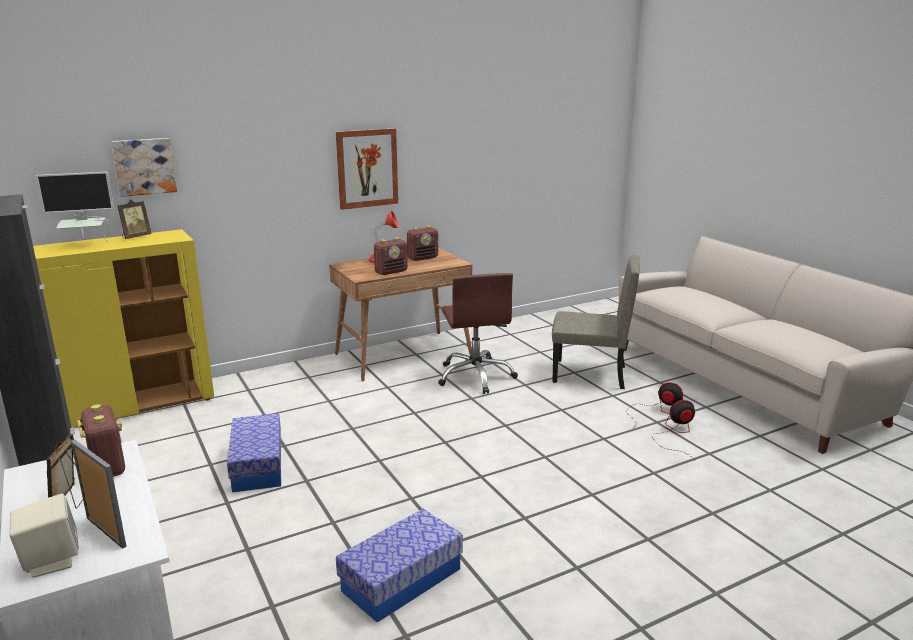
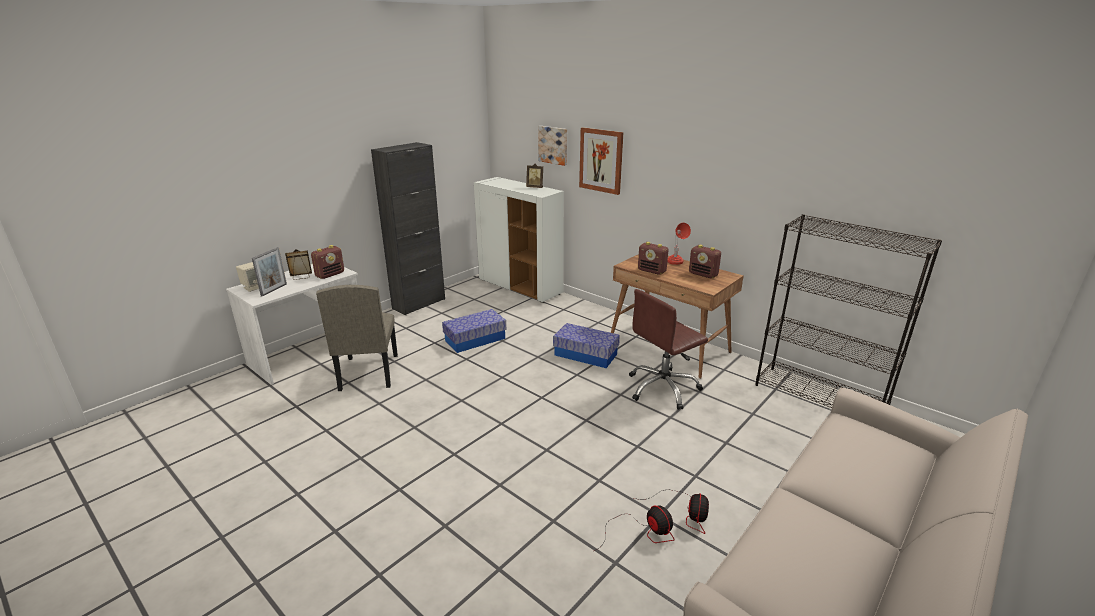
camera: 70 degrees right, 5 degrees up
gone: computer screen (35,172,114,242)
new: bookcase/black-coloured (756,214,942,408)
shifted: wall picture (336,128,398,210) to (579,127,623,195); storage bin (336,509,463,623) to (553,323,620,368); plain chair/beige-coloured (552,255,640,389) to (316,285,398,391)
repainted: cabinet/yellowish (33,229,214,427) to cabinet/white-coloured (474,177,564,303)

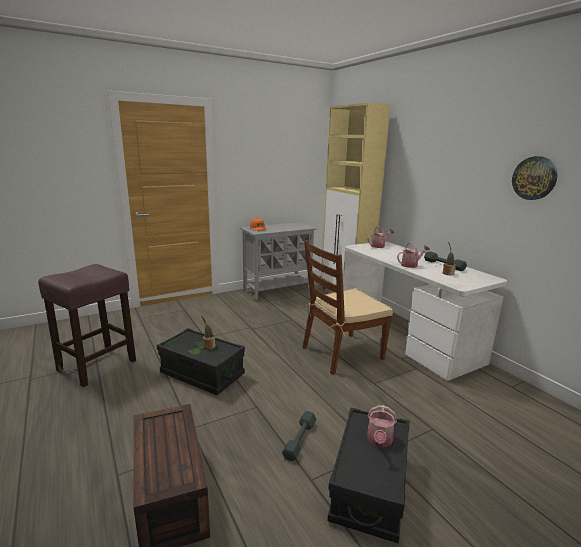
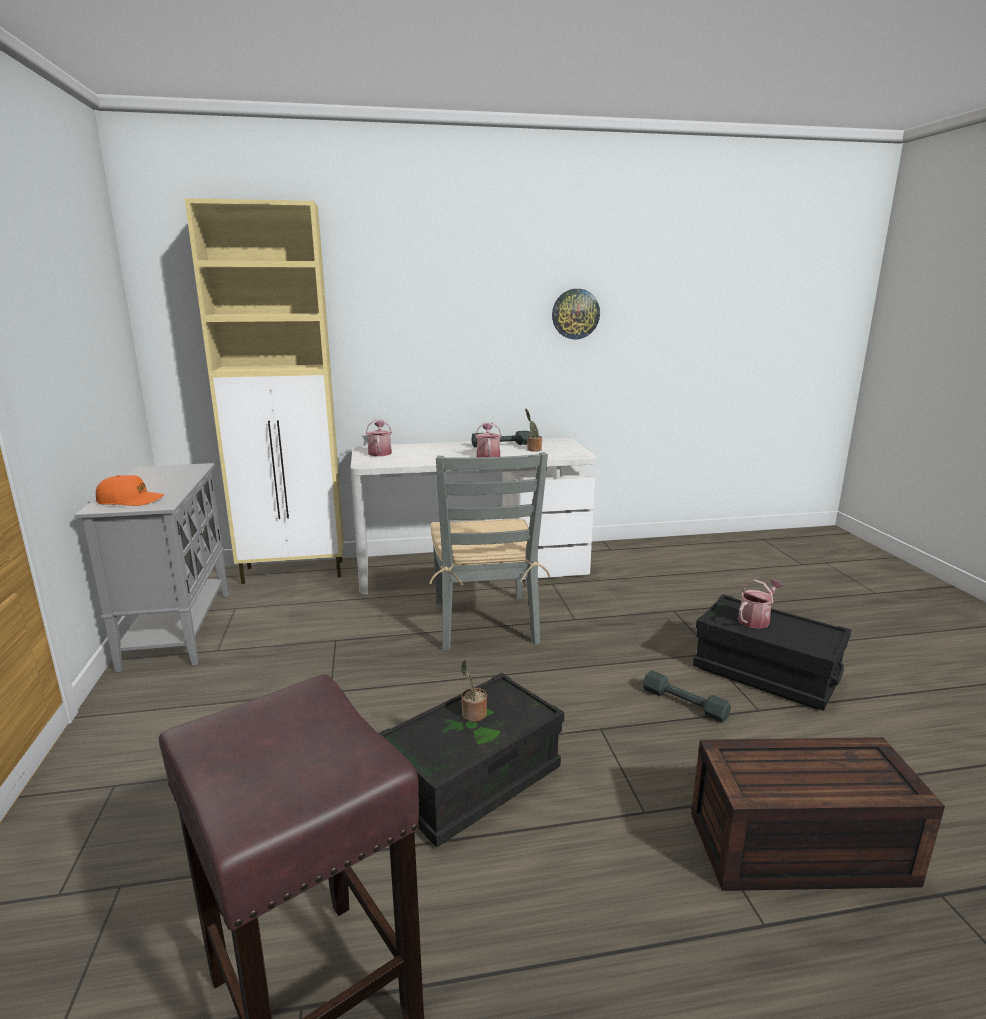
camera: 70 degrees left, 0 degrees up
repainted: plain chair/brown (303,240,393,374) to plain chair/greyish (429,452,550,651)
rotated: watering pot (367,405,397,447) = (738,579,783,629) 75 degrees counterclockwise

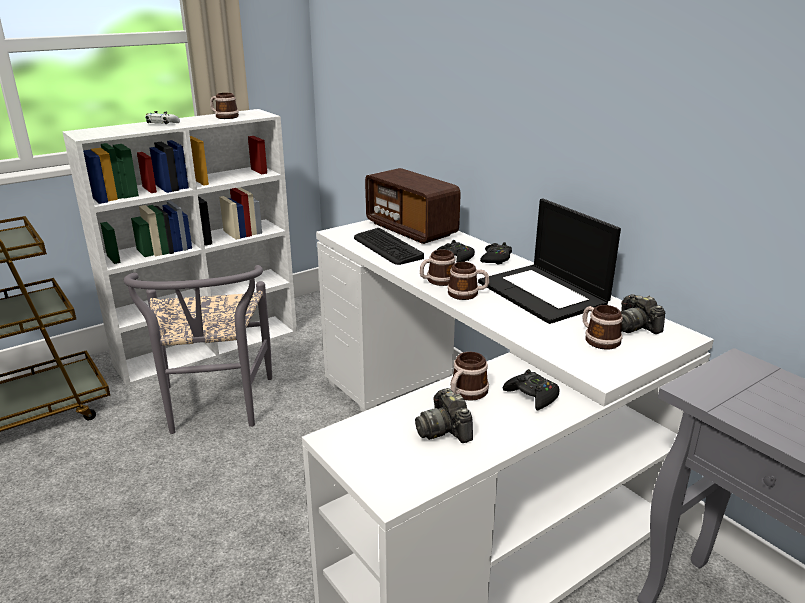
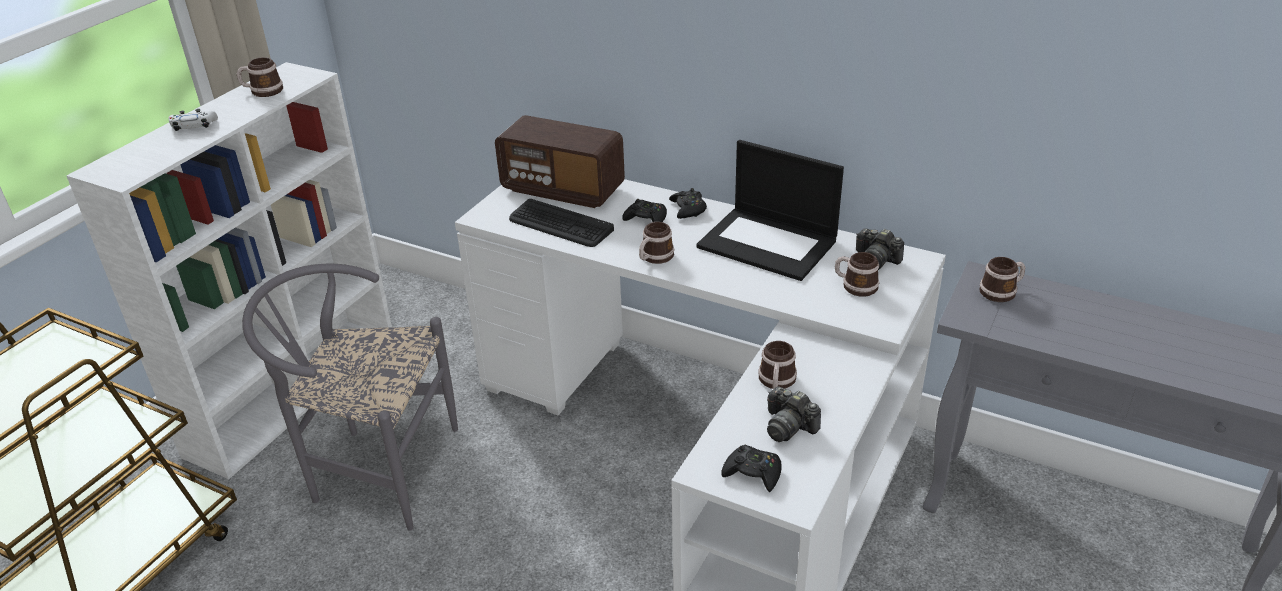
camera: 25 degrees left, 10 degrees up
shifted: mug (447,262,489,300) to (979,257,1026,302); game controller/black-coloured (503,369,560,410) to (721,445,782,492)
rotated: plain chair/greyish (124,265,272,434) = (242,264,458,531) 135 degrees clockwise

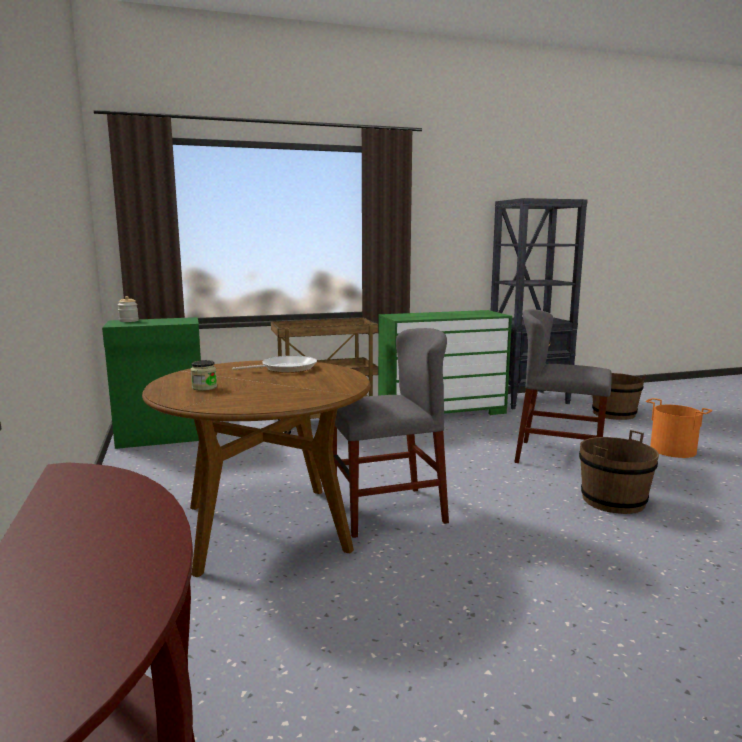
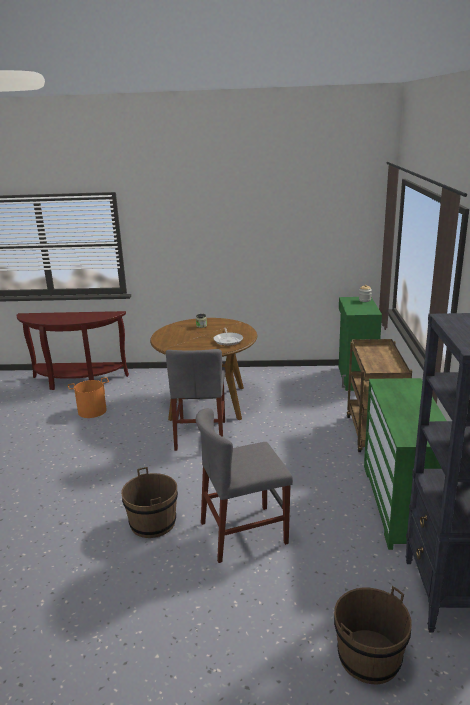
camera: 110 degrees right, 10 degrees up
shifted: bucket/orangey (646,398,712,458) to (68,377,109,418)
rotated: plain chair/greyish (514,309,612,463) = (196,408,293,563) 150 degrees counterclockwise

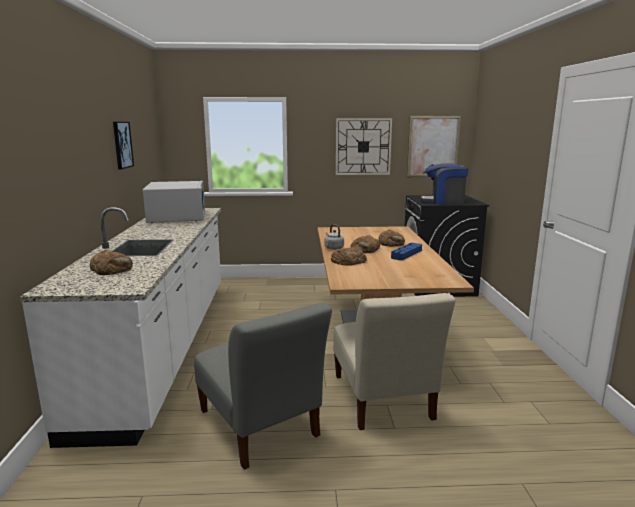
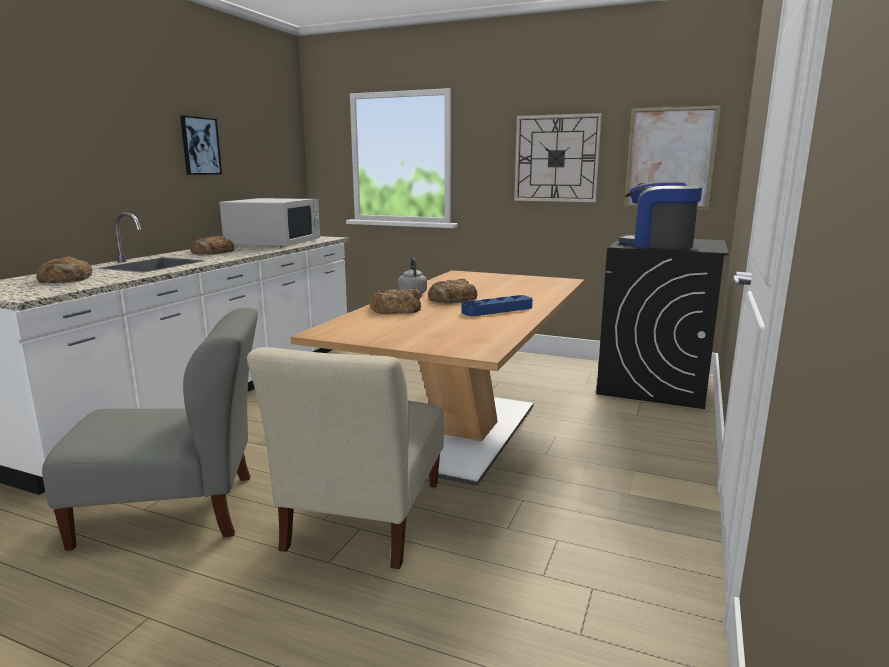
camera: 25 degrees right, 0 degrees up
shifted: bread (379,230,405,246) to (190,235,234,255)
rotated: plain chair/greyish (194,303,332,470) = (42,308,258,551) 90 degrees counterclockwise

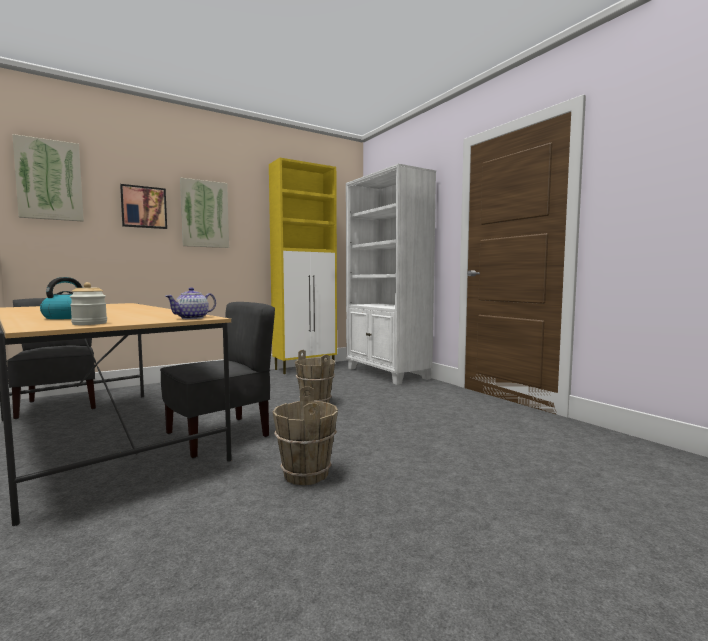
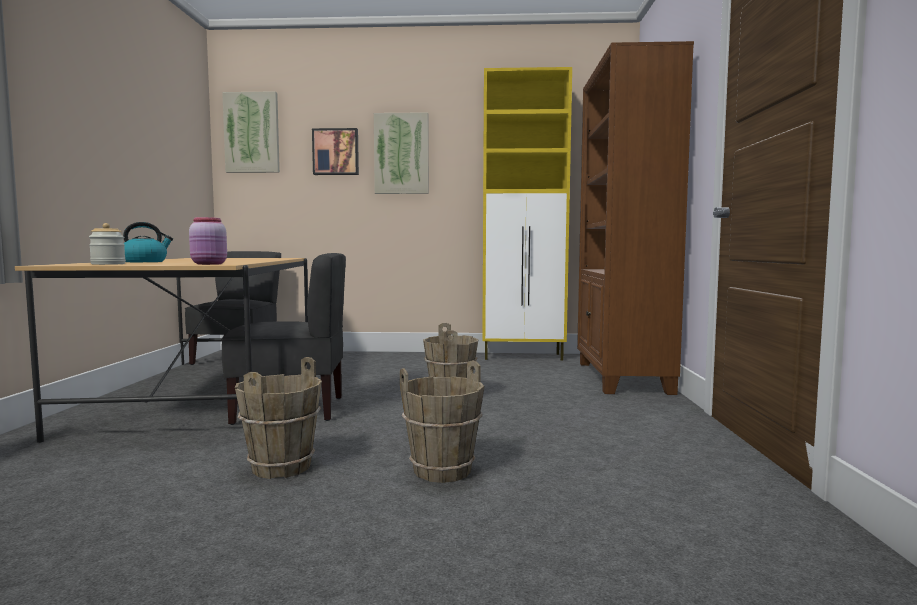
camera: 35 degrees right, 0 degrees up
new: bucket/brown (400,360,485,483)
swapped: teapot (166,287,216,319) to preserve jar/pink (189,217,227,265)
repainted: bookcase/white-coloured (346,163,436,385) to bookcase/brown (577,41,694,395)

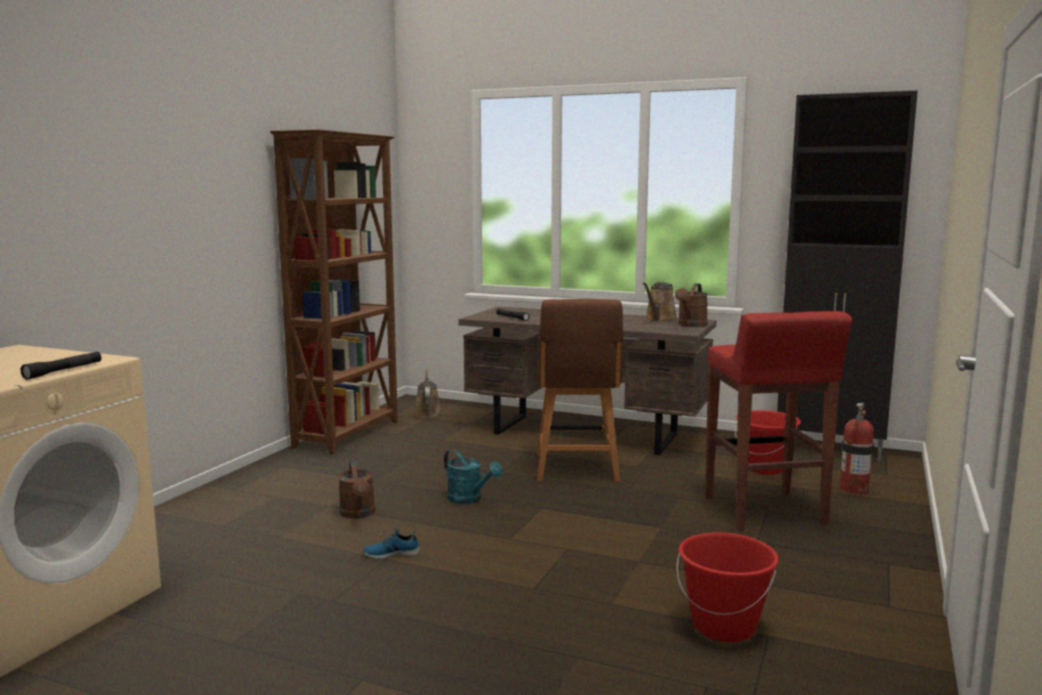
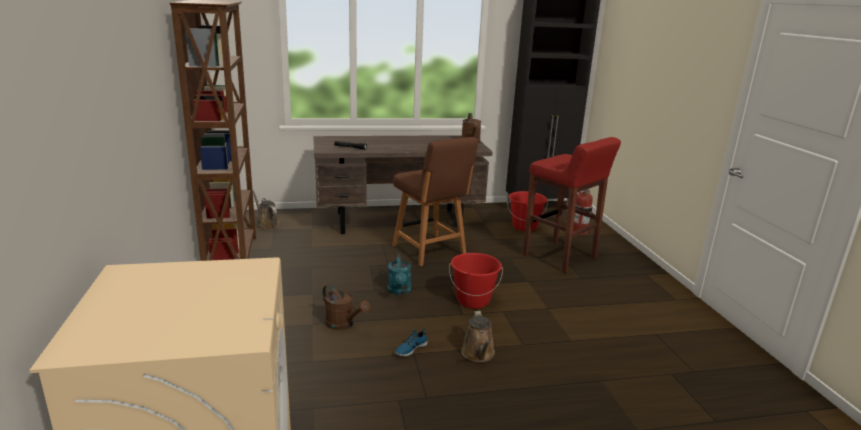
camera: 35 degrees left, 10 degrees up
gone: hand torch/black-coloured (21,352,101,380)
shifted: watering pot/brown (643,282,678,322) to (461,311,495,362); bucket/reddish (677,533,779,642) to (449,253,503,309)
rotated: watering pot/turquoise (444,449,502,504) = (387,253,411,295) 75 degrees clockwise

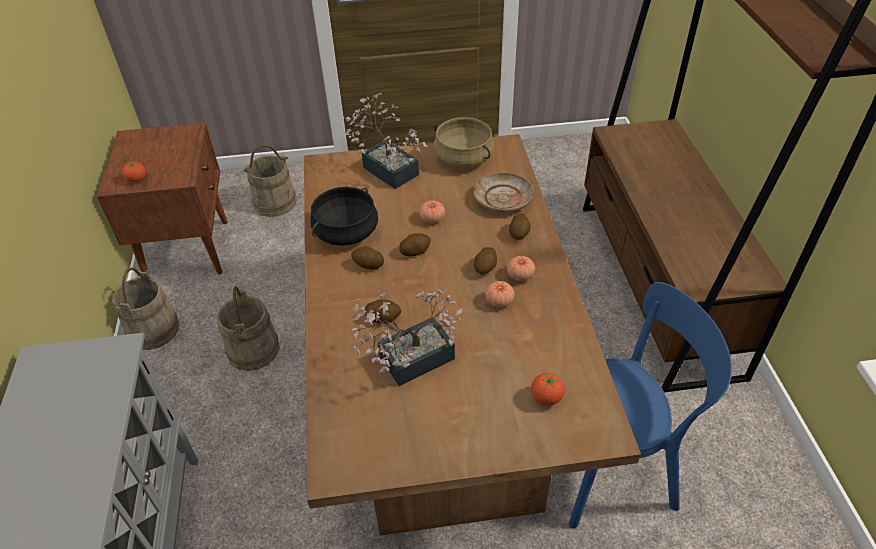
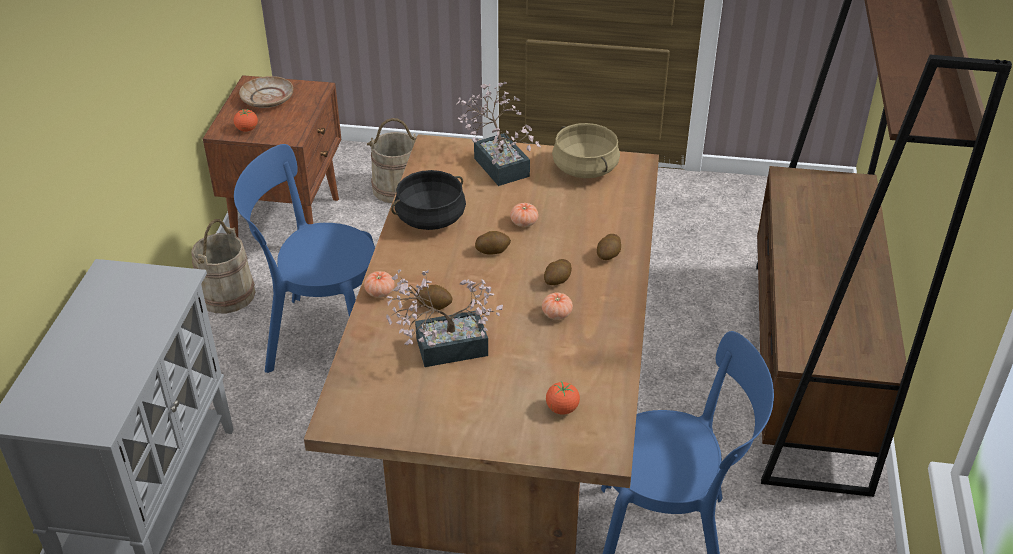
camera: 15 degrees right, 5 degrees down
gone: whole potato (351,246,384,269)
shifted: flat dish/beige-coloured (473,172,534,213) to (239,76,293,108); whole tomato (507,256,535,281) to (364,271,395,298)
swapped: bucket/beige-coloured (217,287,279,371) to plain chair/blue-coloured (234,144,375,373)

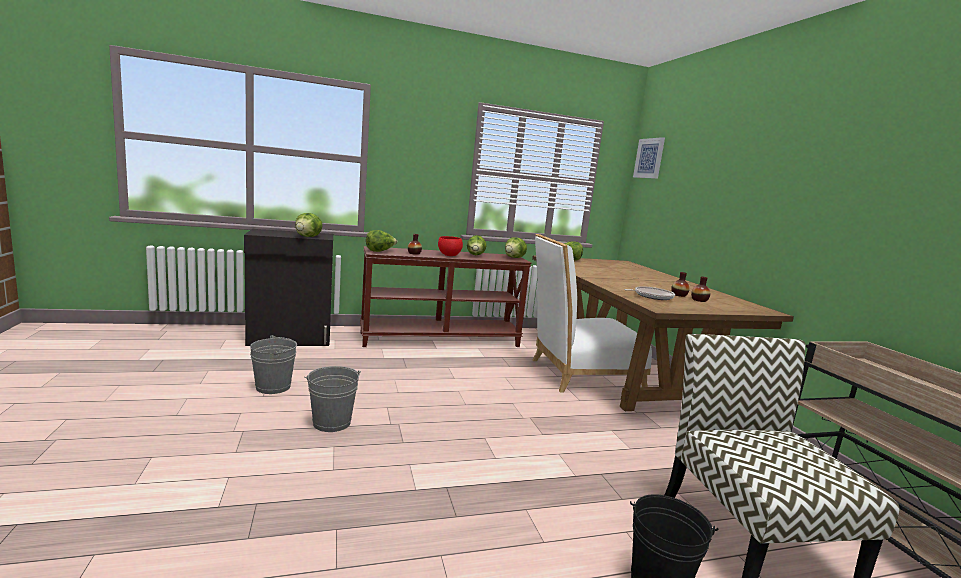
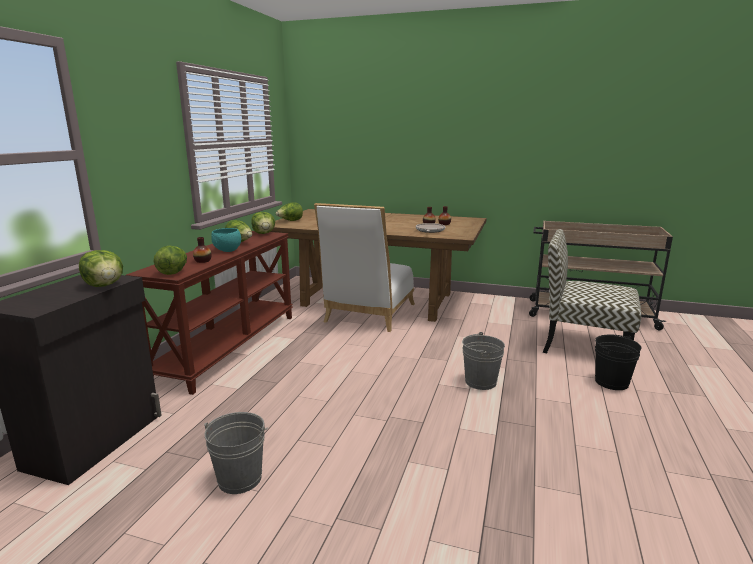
camera: 55 degrees left, 5 degrees up
gone: wall picture (633,137,665,179)
shifted: bucket/greyish (304,366,361,432) to (462,332,505,390)
repainted: bowl/reddish (438,236,463,256) to bowl/turquoise (211,228,241,252)

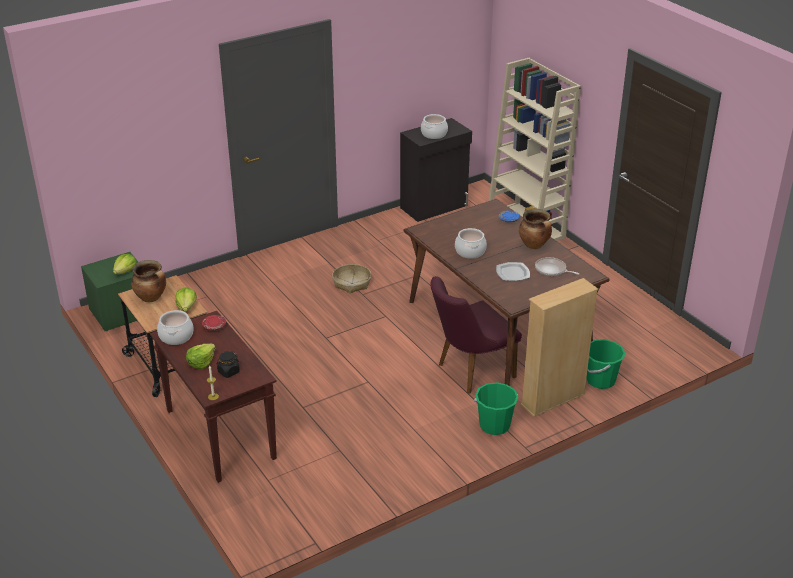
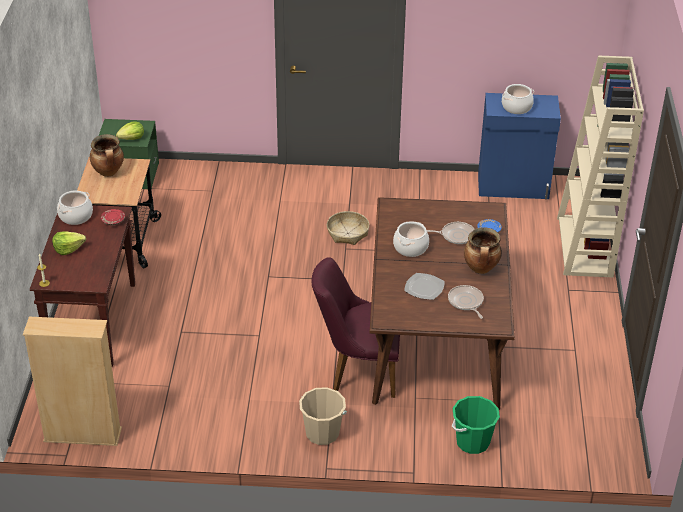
camera: 35 degrees right, 5 degrees up
gone: head of lettuce (176,288,197,311); preserve jar/black-coloured (216,351,240,378)
new: pan (427,222,474,244)
shifted: bookcase/beige-coloured (520,278,598,417) to (23,317,122,446)
repainted: cabinet/black-coloured (400,118,472,222) to cabinet/blue-coloured (478,93,561,200); bucket/green (474,382,519,435) to bucket/beige-coloured (299,387,347,445)

